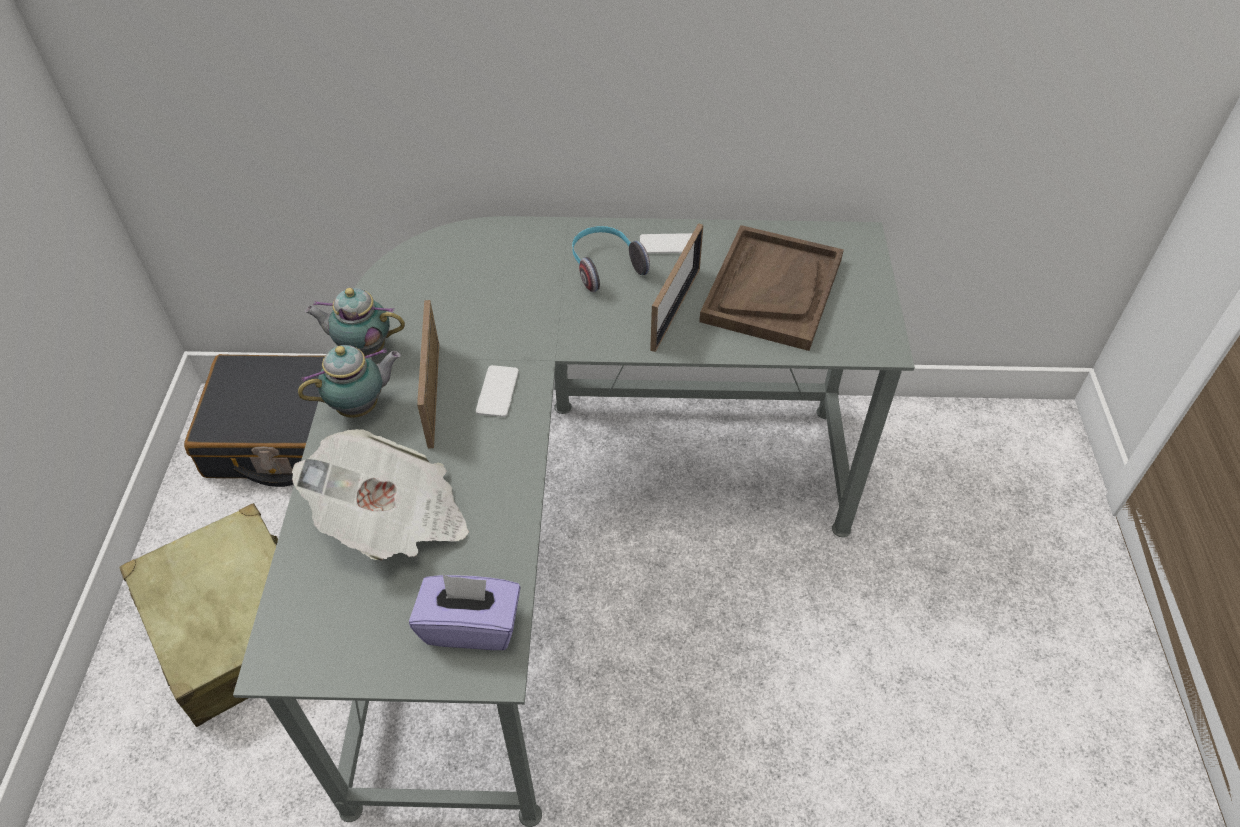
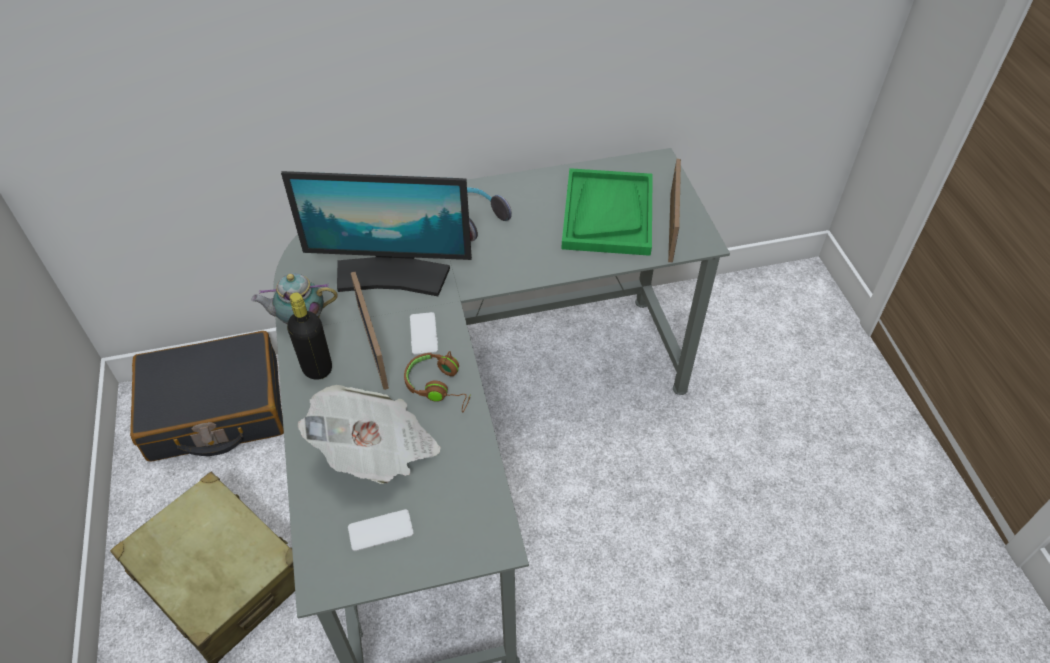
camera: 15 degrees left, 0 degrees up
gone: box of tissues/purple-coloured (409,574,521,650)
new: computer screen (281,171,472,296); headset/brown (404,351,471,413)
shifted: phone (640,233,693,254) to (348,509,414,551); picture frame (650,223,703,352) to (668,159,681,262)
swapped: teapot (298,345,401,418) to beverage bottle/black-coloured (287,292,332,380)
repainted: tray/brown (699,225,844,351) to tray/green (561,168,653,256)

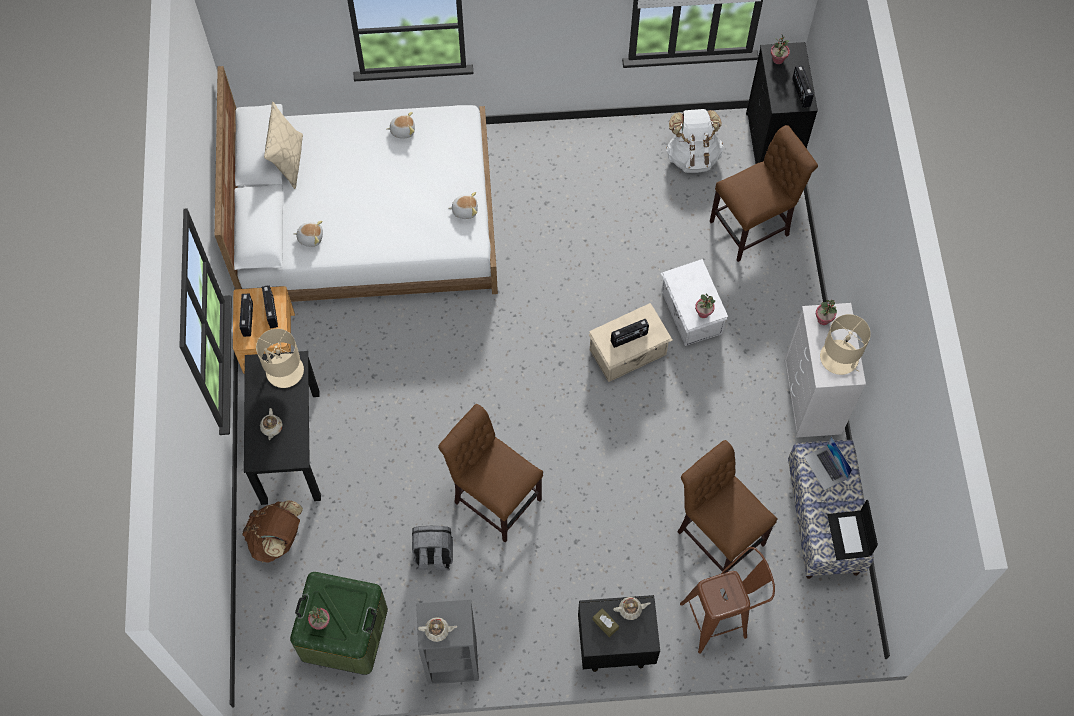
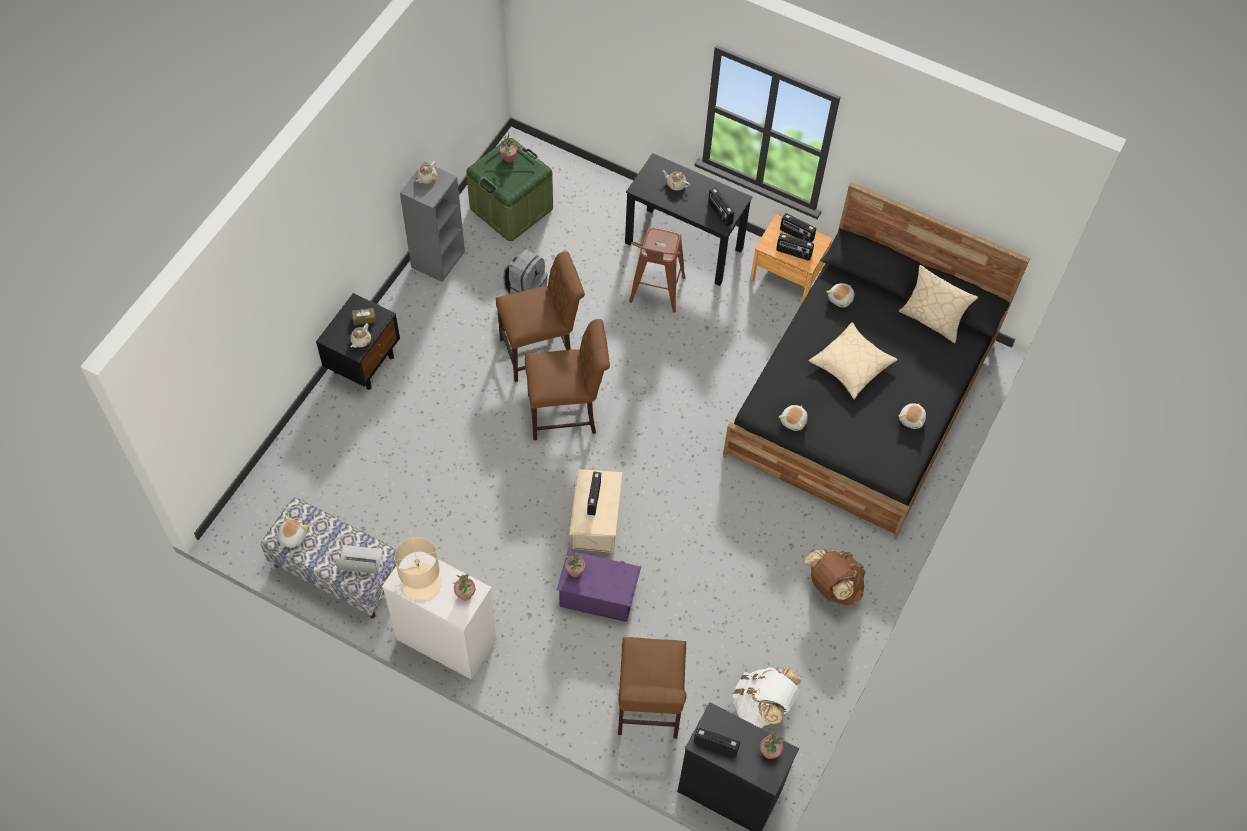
camera: 120 degrees right, 5 degrees down
new: cushion/beige-coloured (809,322,897,399)
shifted: backpack/brown (242,500,303,563) to (805,550,866,605); plain chair/brown (677,440,777,573) to (525,319,610,440); stool/brown (680,547,775,654) to (629,227,685,313)
swapped: table lamp/beige-coloured (256,329,304,388) to radio (708,188,734,227); notebook computer (828,500,878,560) to plush toy (278,515,308,549)
repainted: bed/white-coloured (215,66,498,302) to bed/black-coloured (723,182,1030,538); storage bin/white-coloured (661,259,728,346) to storage bin/purple-coloured (556,550,641,622)

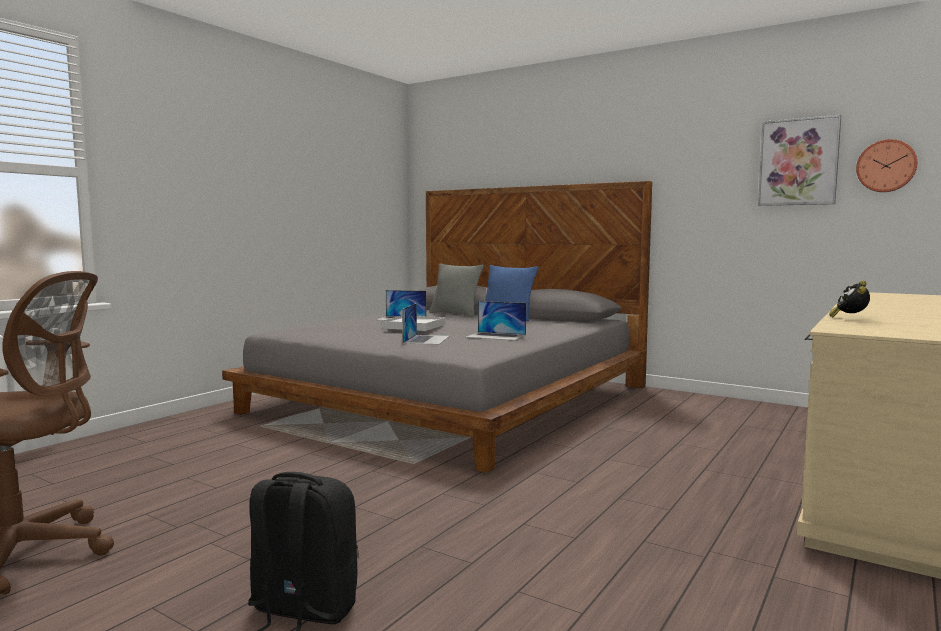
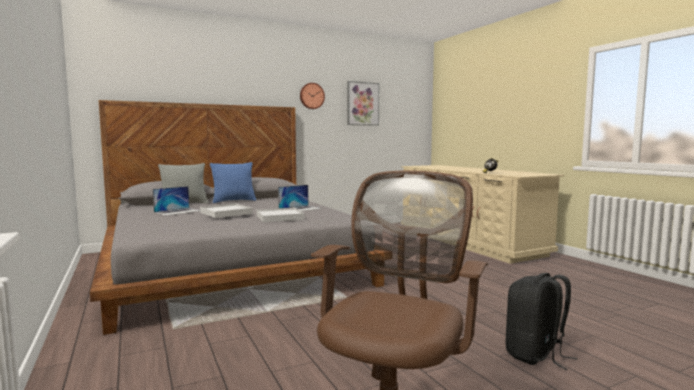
camera: 60 degrees left, 0 degrees up
shifted: hanging clock (856,139,917,192) to (300,83,325,109)
swapped: notebook computer (402,303,450,345) to tray/white-coloured (257,208,305,222)

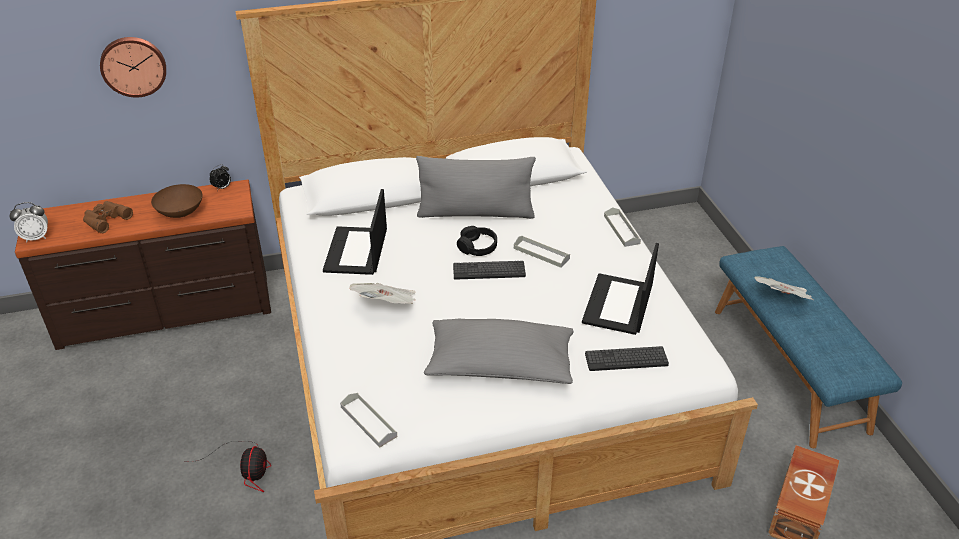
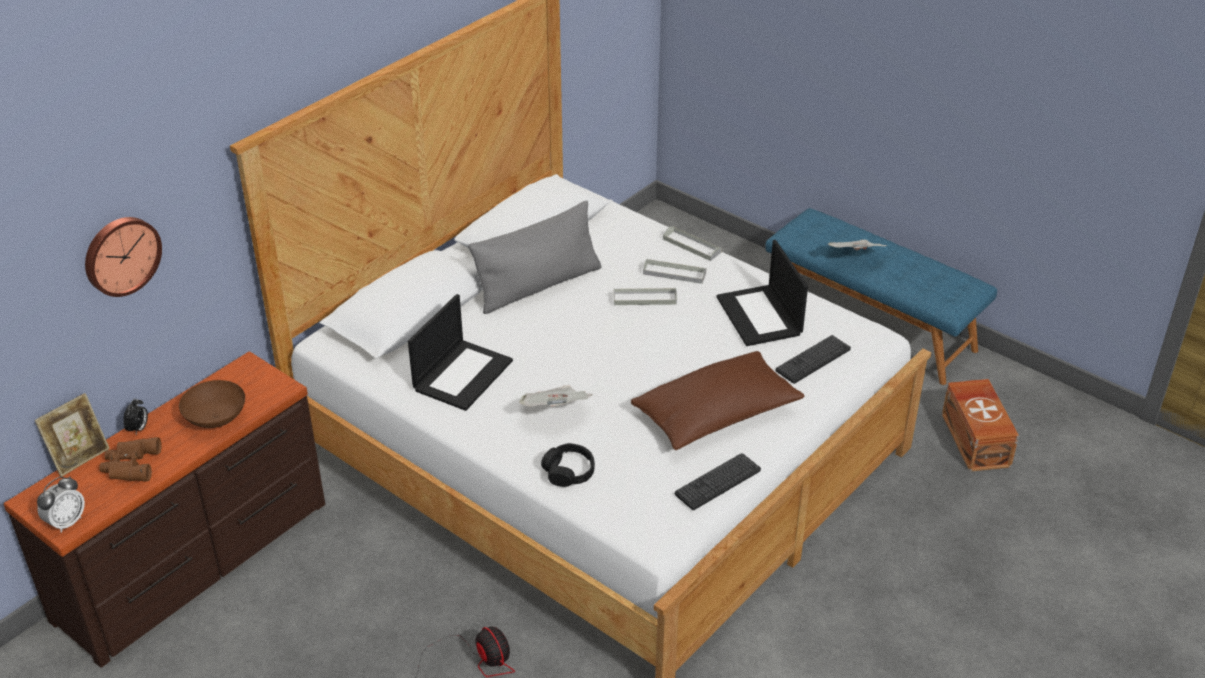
camera: 35 degrees left, 0 degrees up
new: picture frame (34,393,110,477)
shifted: bedside clock (210,164,231,191) to (123,398,148,435); tray/greyish (340,393,397,448) to (643,259,706,284); computer keyboard (453,261,526,280) to (675,453,761,510); headset/black-coloured (457,226,497,256) to (541,443,595,487)
repainted: cushion/greyish (424,319,573,384) to cushion/brown (631,351,805,450)
rotated: notebook computer (323,189,387,275) = (408,294,513,411) 120 degrees counterclockwise

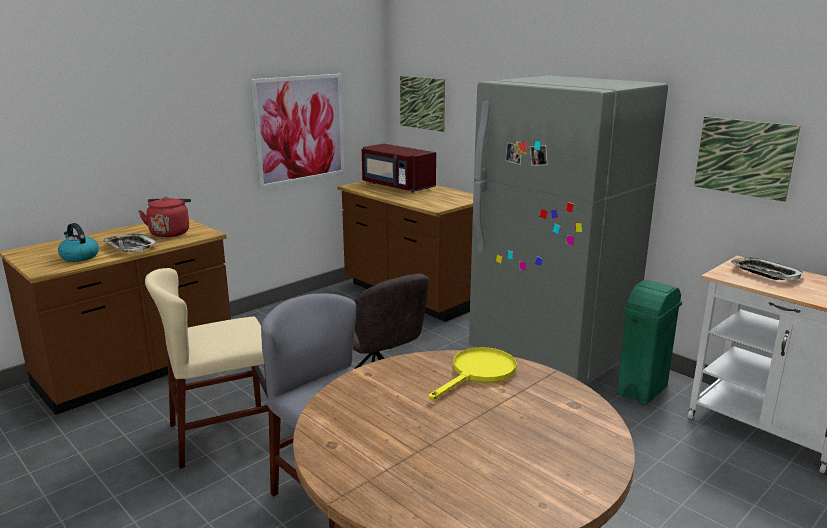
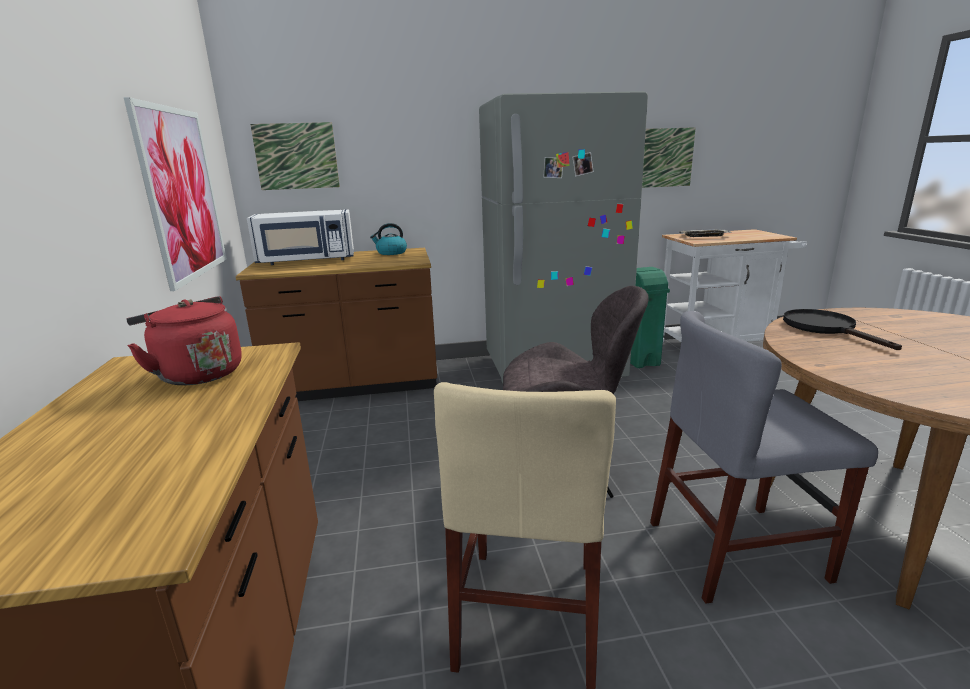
camera: 55 degrees left, 0 degrees up
gone: tray (101,234,159,252)
shifted: tea kettle (58,223,99,262) to (370,223,407,255)
repainted: kitchen microwave/reddish (362,144,436,193) to kitchen microwave/white-coloured (247,209,354,265); pan/yellowish (429,347,517,400) to pan/black-coloured (783,309,902,350)

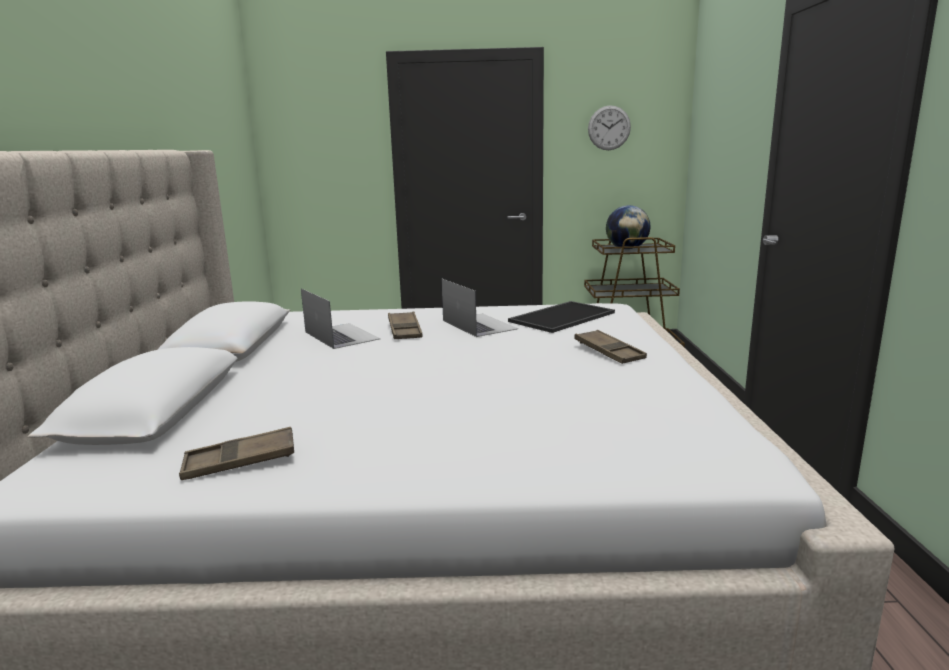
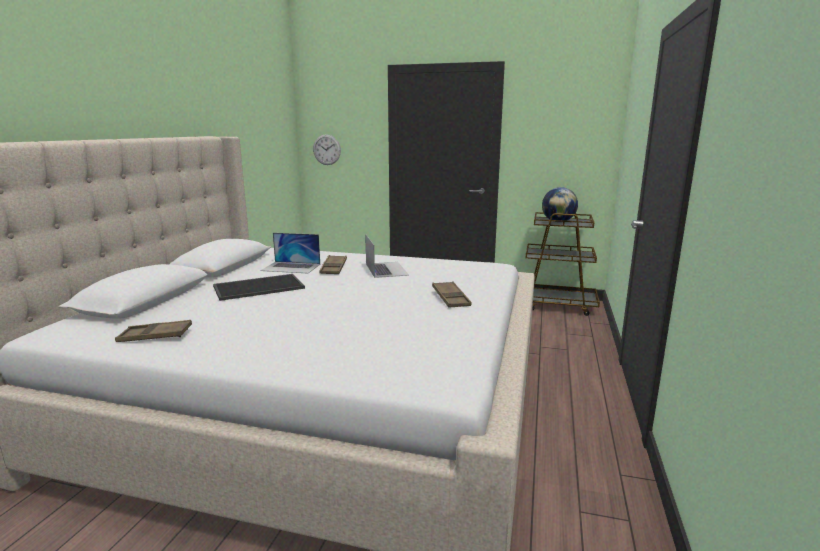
camera: 15 degrees right, 0 degrees up
shifted: tray (508,301,615,333) to (213,274,305,301); hanging clock (588,105,631,150) to (313,134,341,165)
rotated: notebook computer (301,288,380,349) = (261,233,320,274) 120 degrees clockwise

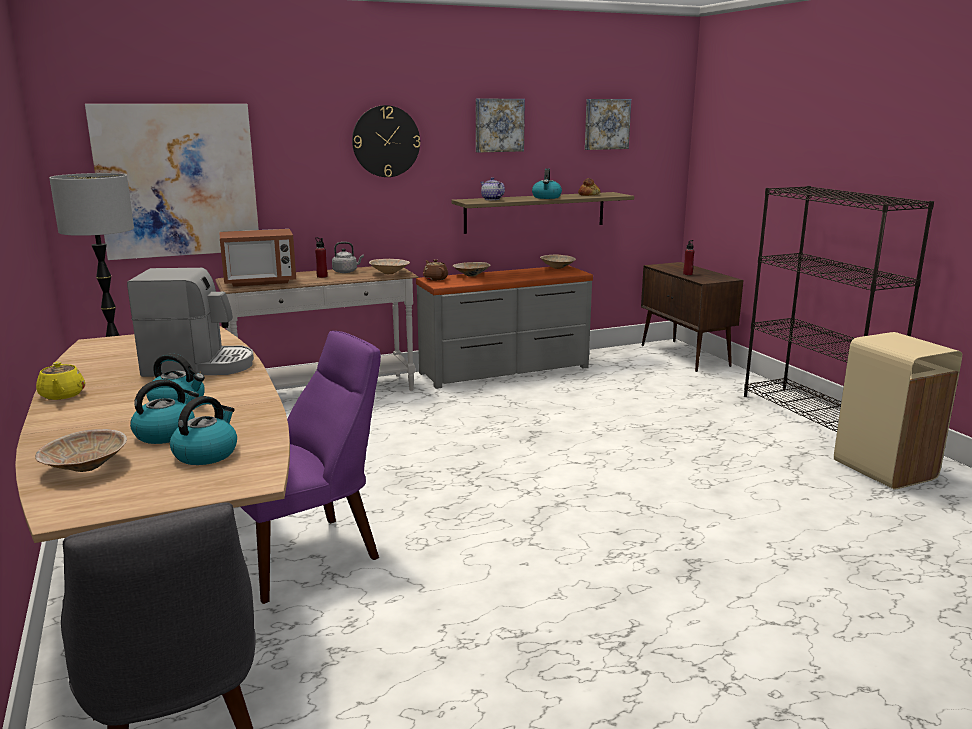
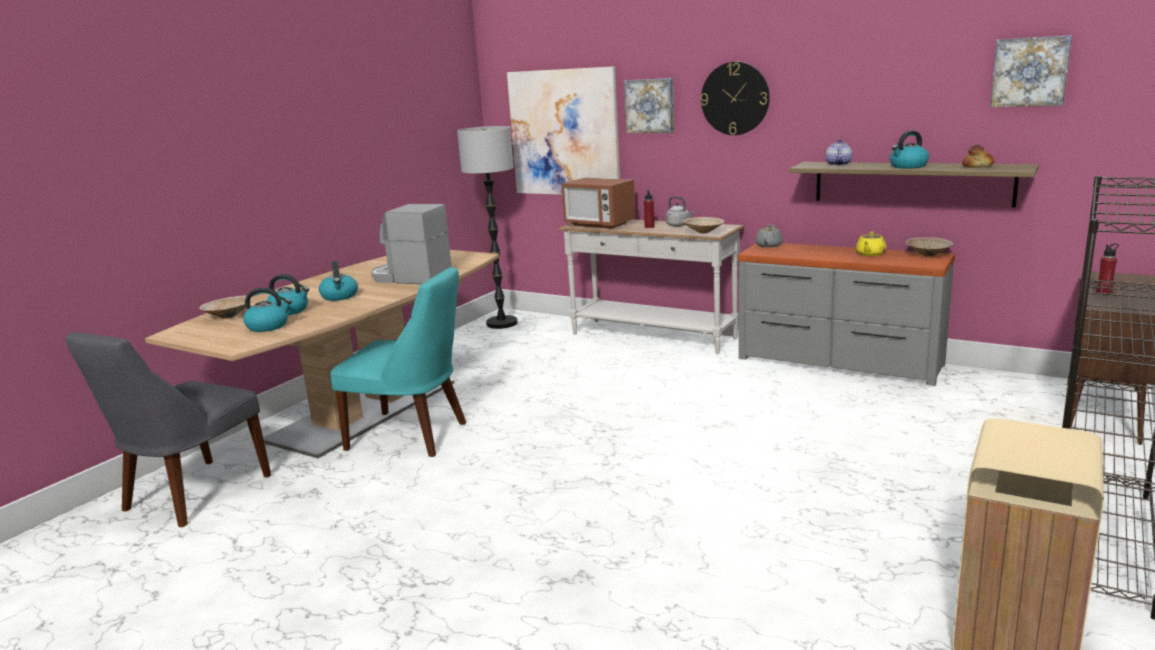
camera: 55 degrees right, 0 degrees up
gone: bowl/beige-coloured (453,262,490,277)
shifted: teapot/yellowish (36,362,85,400) to (856,232,886,256); wall picture (476,99,525,152) to (624,78,674,133)
repainted: plain chair/purple-coloured (241,330,381,604) to plain chair/turquoise (330,267,466,457); teapot/brown (423,259,448,281) to teapot/greyish (755,225,783,247)
rotated: coffee machine (127,268,254,377) = (371,204,452,284) 150 degrees clockwise

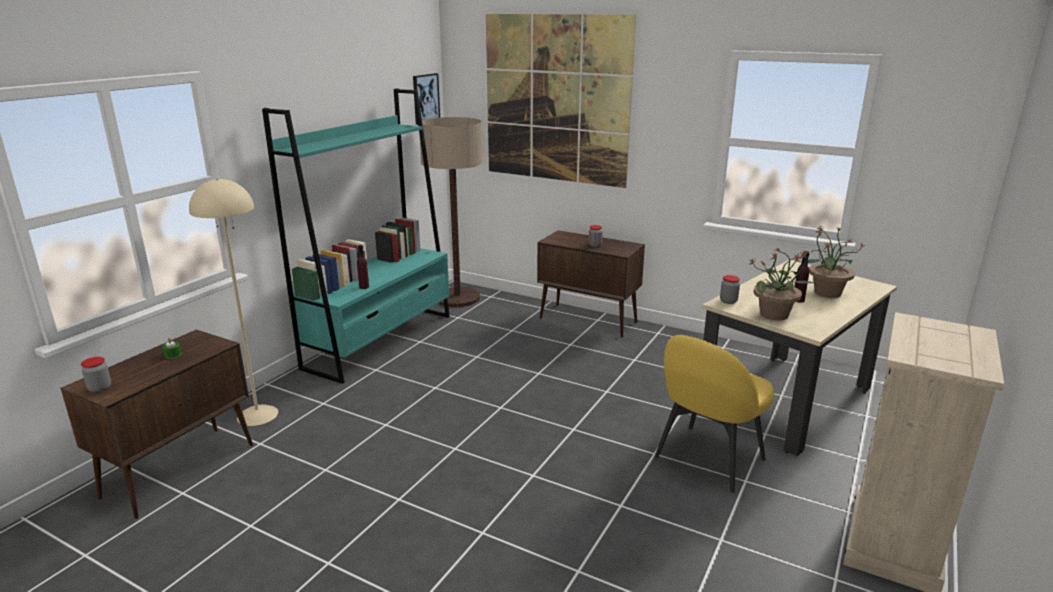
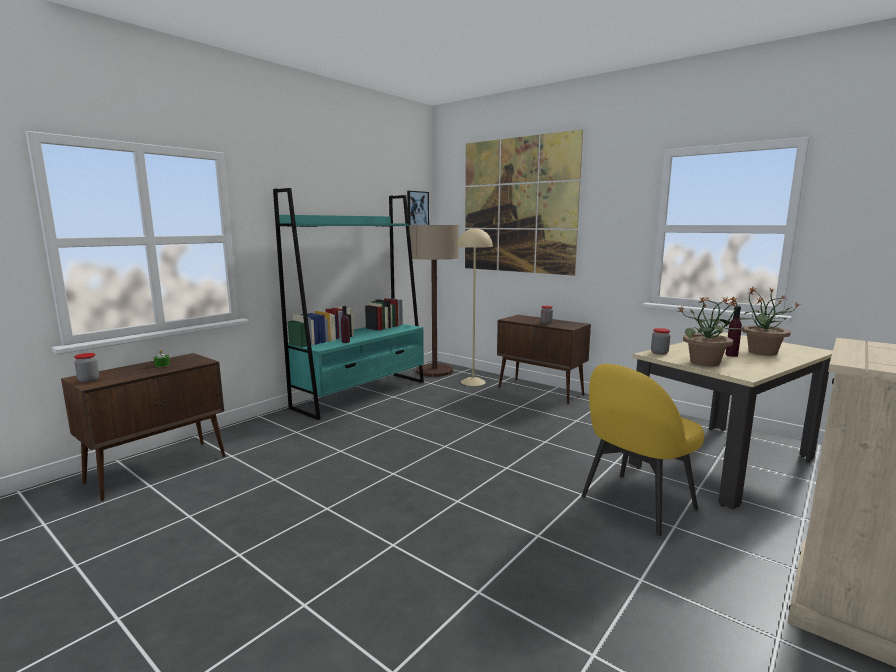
camera: 10 degrees right, 10 degrees down
shifted: standard lamp/beige-coloured (189,178,278,426) to (457,227,493,386)

